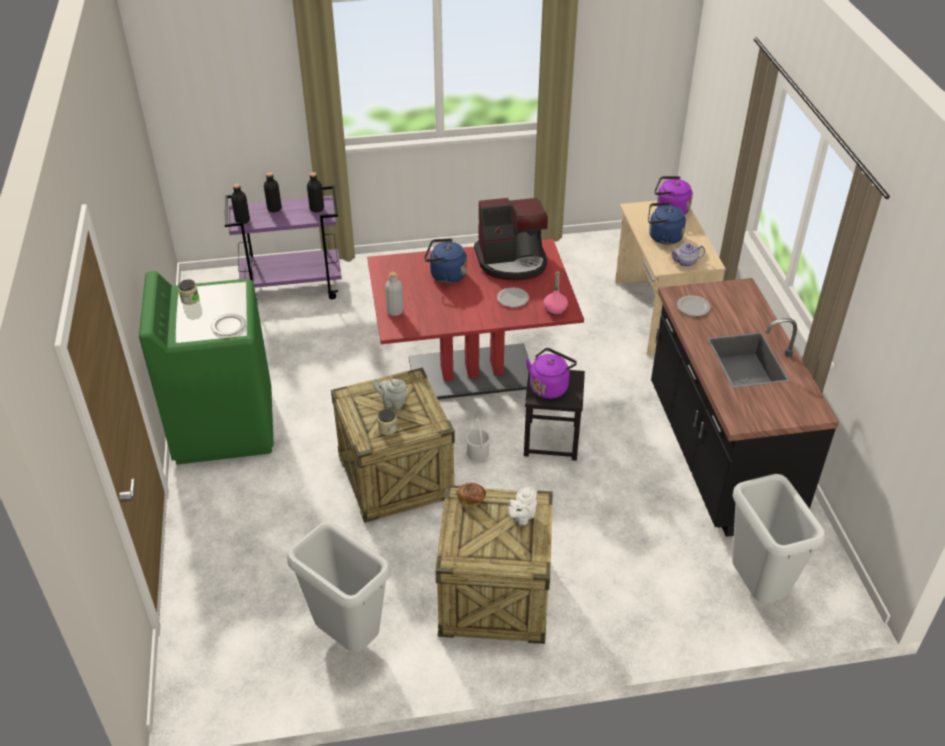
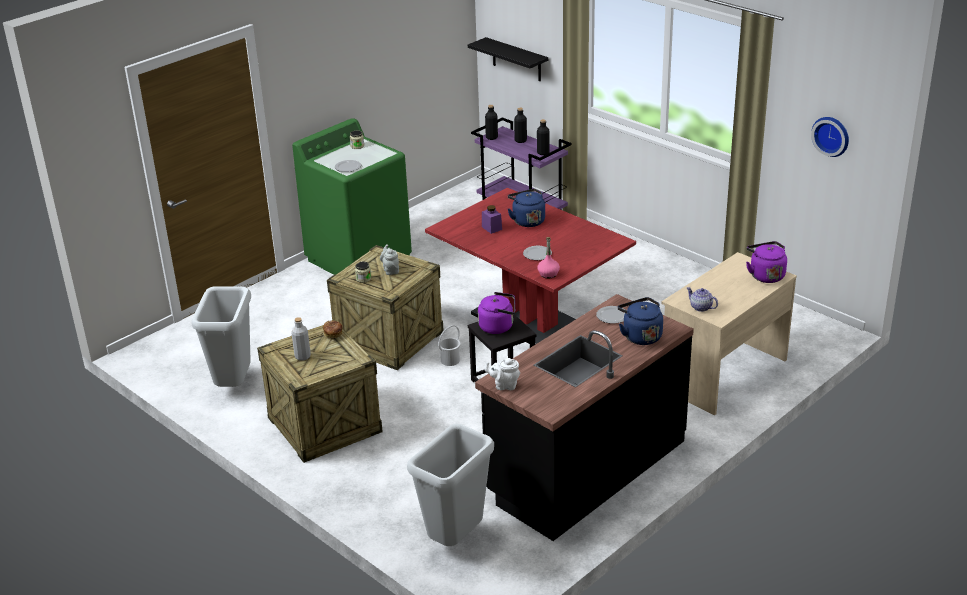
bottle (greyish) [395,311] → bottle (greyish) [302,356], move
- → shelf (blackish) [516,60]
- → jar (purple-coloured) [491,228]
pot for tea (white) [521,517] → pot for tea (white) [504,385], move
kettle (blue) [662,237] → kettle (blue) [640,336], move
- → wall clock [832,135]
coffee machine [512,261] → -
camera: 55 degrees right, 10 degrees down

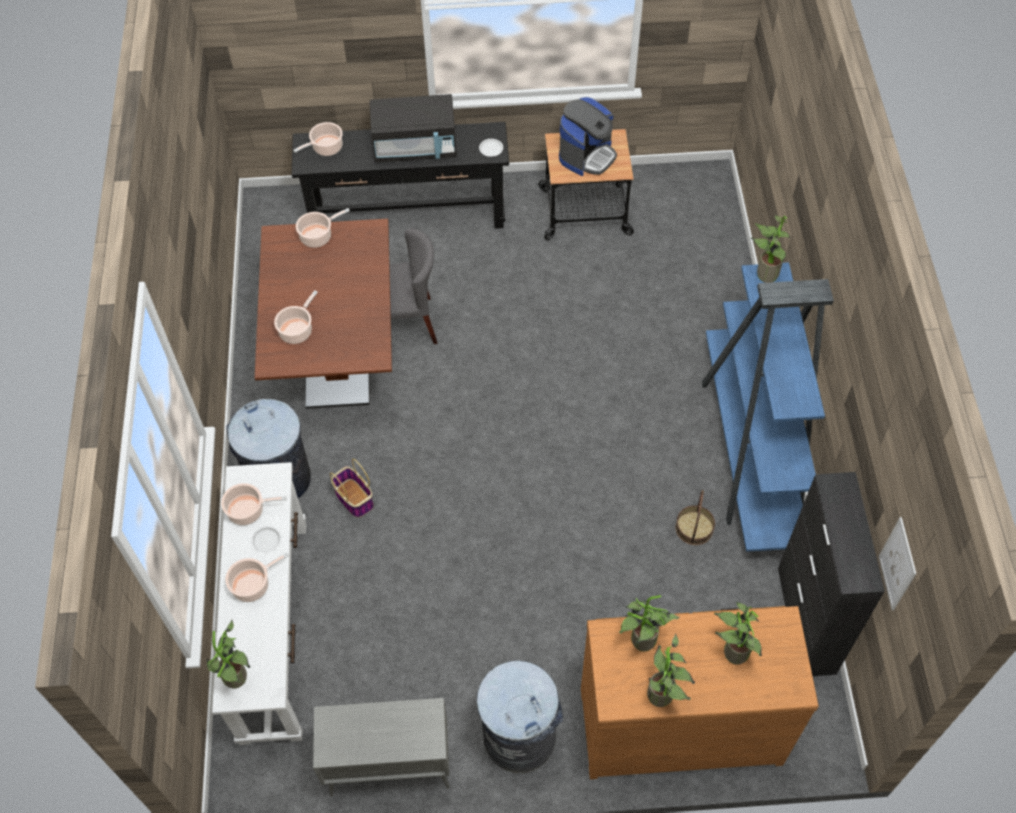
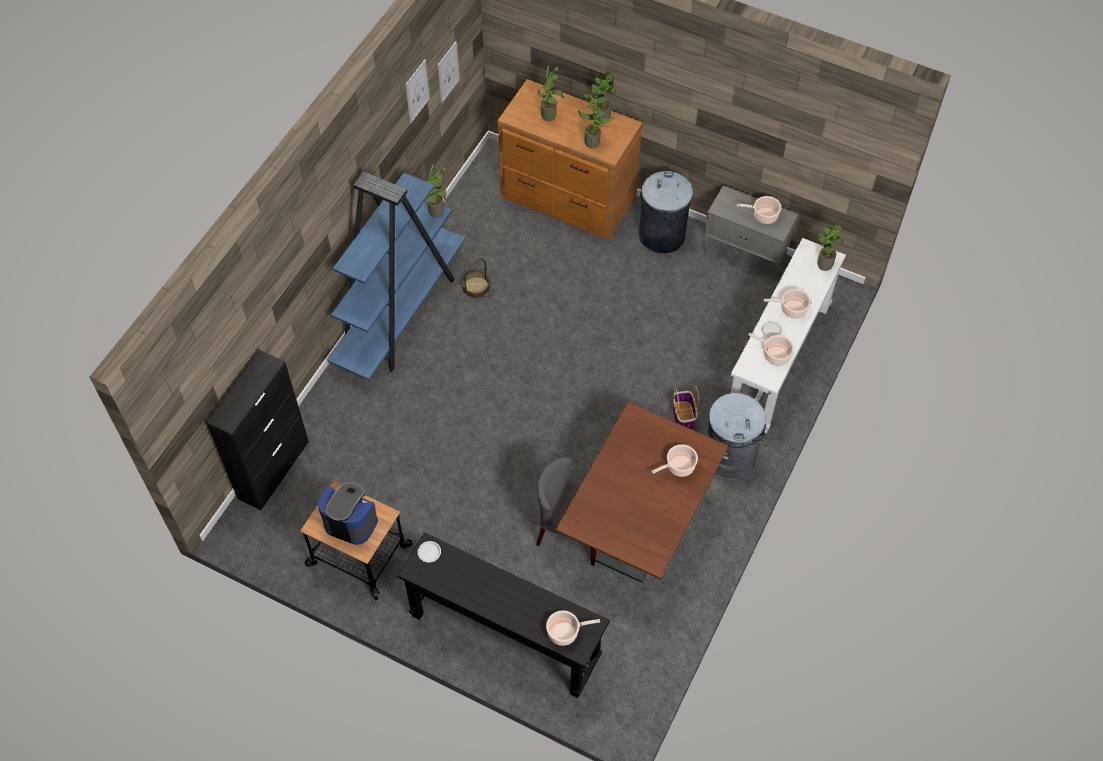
cupboard (blackish) [806,621] → cupboard (blackish) [274,469], move
coffee machine [587,155] → coffee machine [351,521], 45 degrees clockwise
- → picture [417,91]
houseplant [764,274] → houseplant [437,213], move
stockpot [318,236] → stockpot [763,215], move
microwave oven (blackish) [415,147] → -
camera: 150 degrees left, 0 degrees up

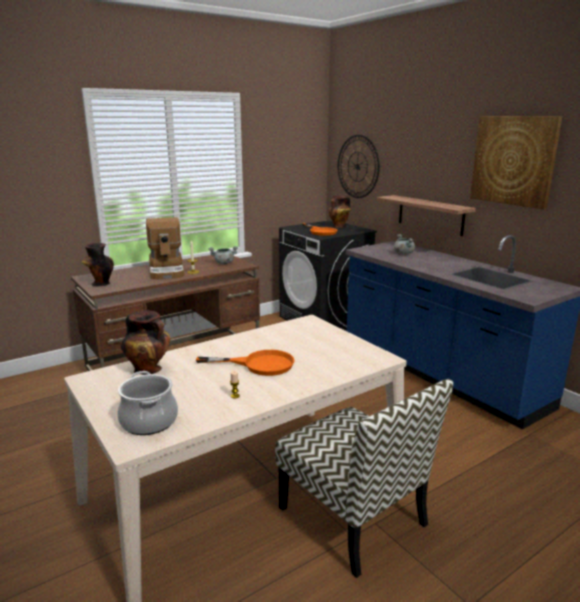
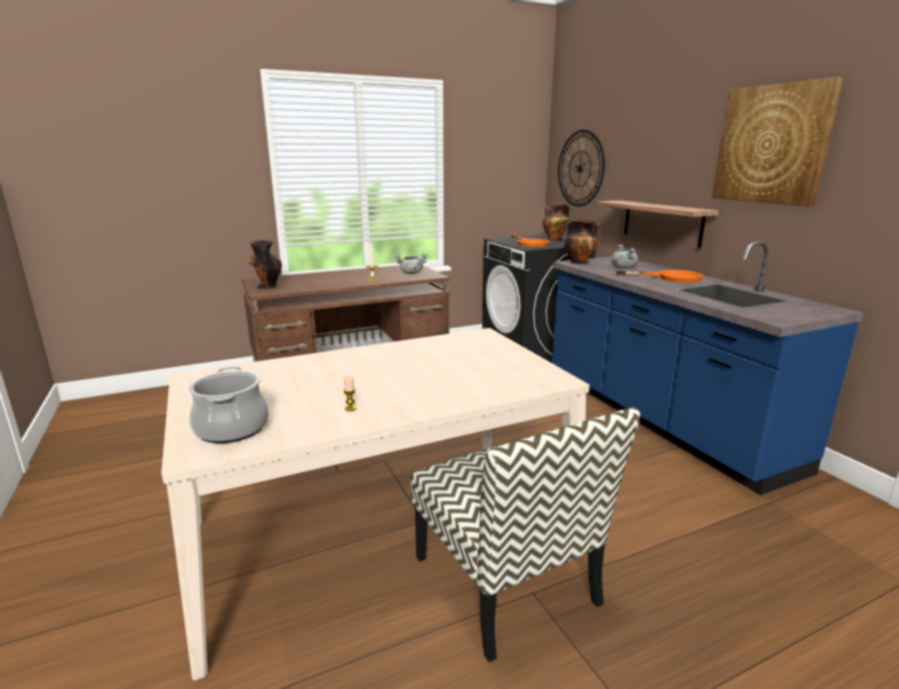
flower vase [149,370] → flower vase [580,263], move
frying pan (orange-coloured) [259,364] → frying pan (orange-coloured) [670,278], move
coffee machine [167,270] → -
camera: 10 degrees right, 0 degrees up

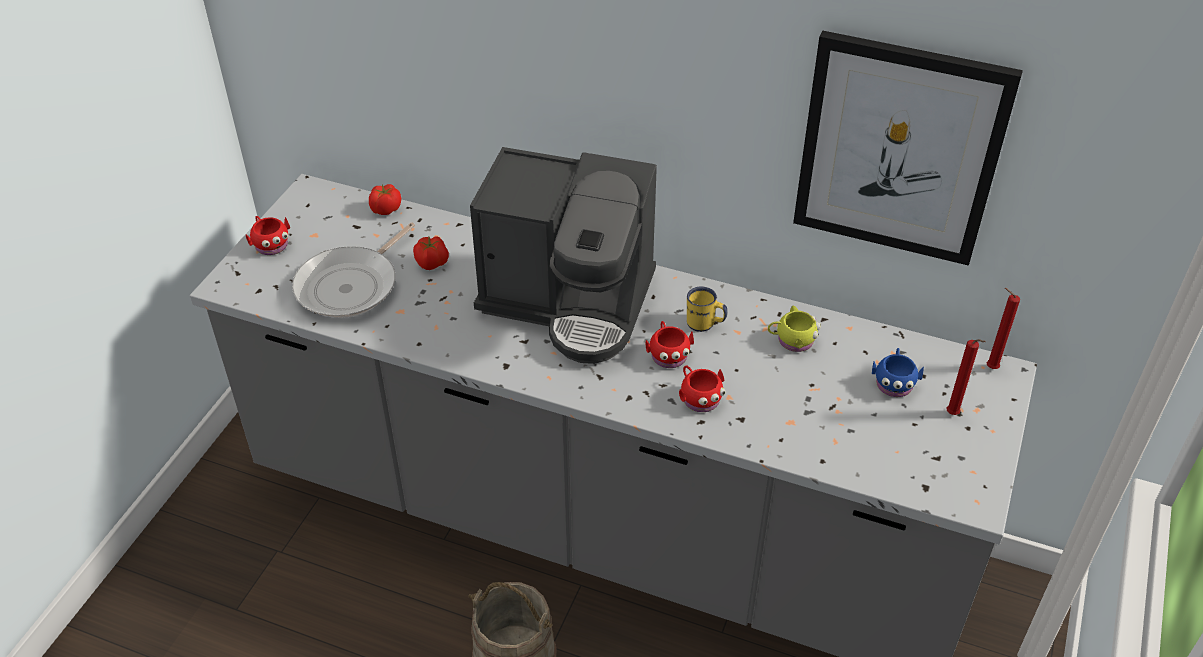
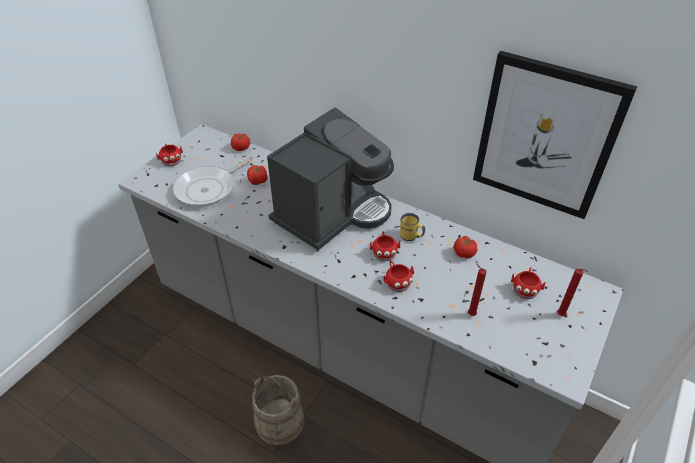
coffee machine [570,302] → coffee machine [332,213], 75 degrees counterclockwise
mug (yellow-coloured) [792,340] → whole tomato [464,253]
wax candle (red-coloured) [989,367] → wax candle (red-coloured) [470,314], move
mug (blue) [894,382] → mug (red-coloured) [525,289]
camera: 10 degrees right, 0 degrees up

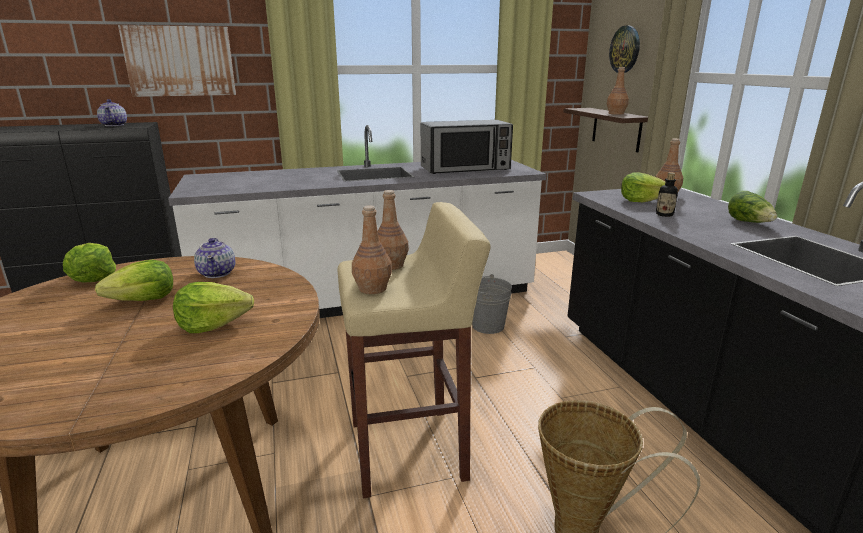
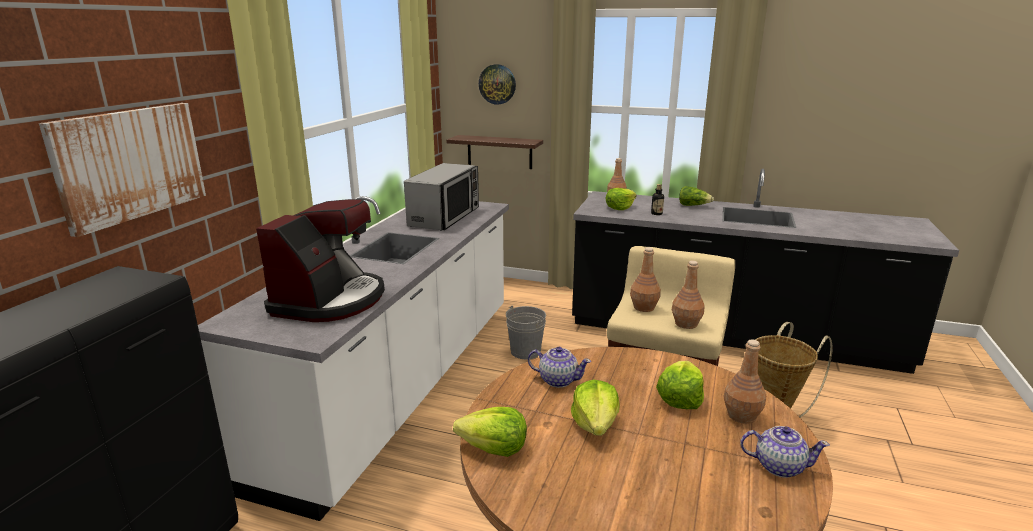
- → coffee machine [330,300]
bottle (brown) [616,113] → bottle (brown) [742,416], move
pot for tea [114,125] → pot for tea [778,466], move
camera: 55 degrees left, 0 degrees up

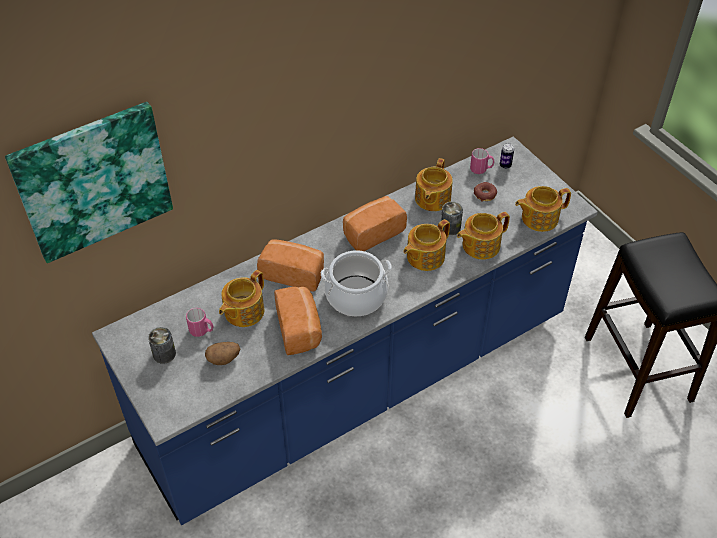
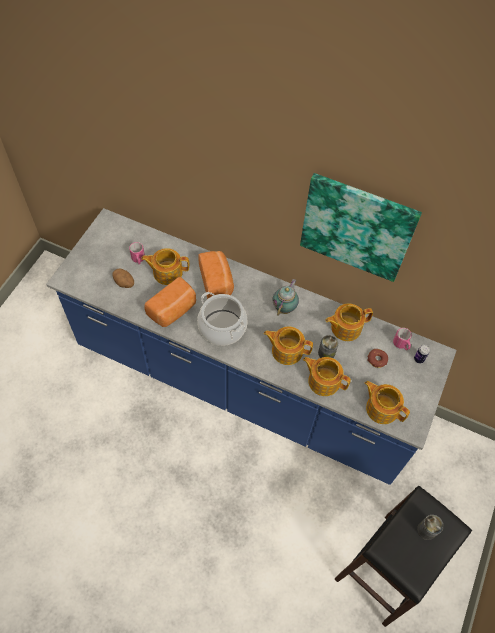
baked bread [372,232] → pot for tea [285,307]
picture [93,181] → picture [357,227], move
can [164,354] → can [426,530], move
camera: 55 degrees right, 10 degrees up

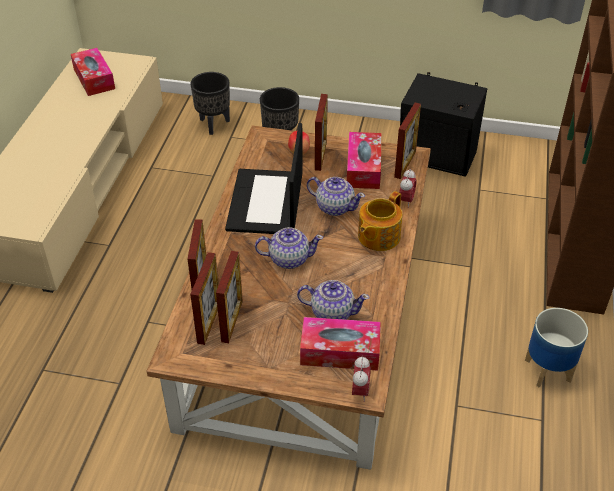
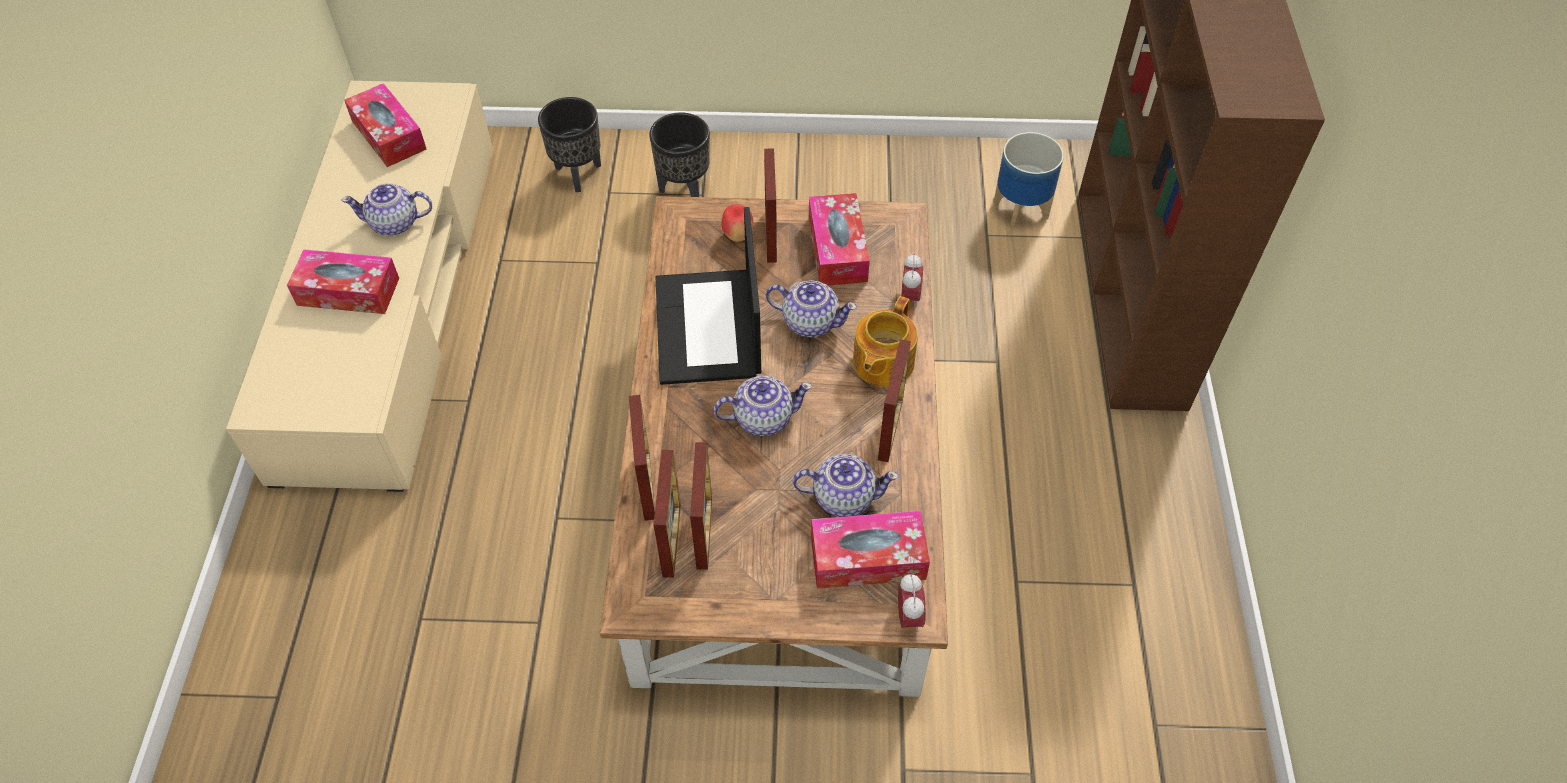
- → tissue box [348,291]
- → pot for tea [395,223]
picture frame [405,164] → picture frame [890,429], move
plant pot [548,370] → plant pot [1021,209], move
speaker (blackish) [438,159] → -
camera: 10 degrees left, 10 degrees up

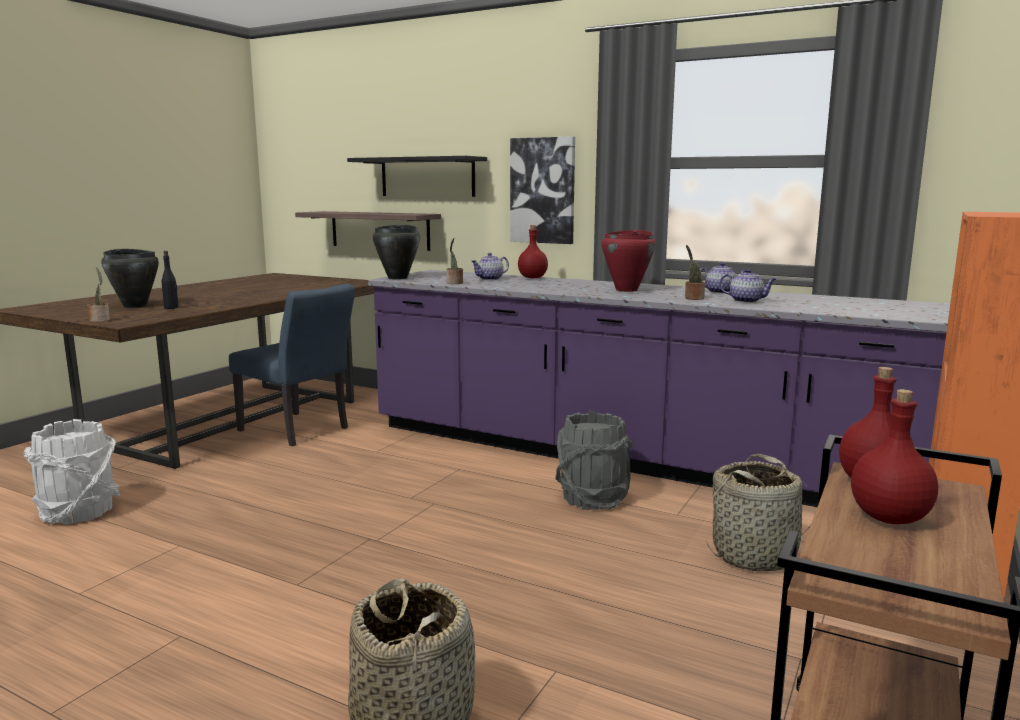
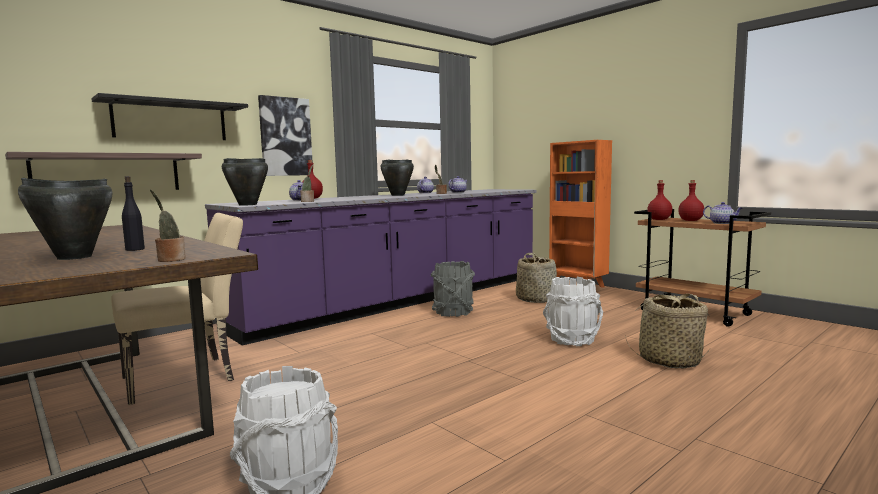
upright chair (blue) [299,431] → upright chair (beige) [188,377]
stockpot (red-coloured) [627,290] → stockpot (blackish) [398,195]
- → water bucket (white) [572,339]
- → pot for tea [722,223]
camera: 70 degrees left, 5 degrees down

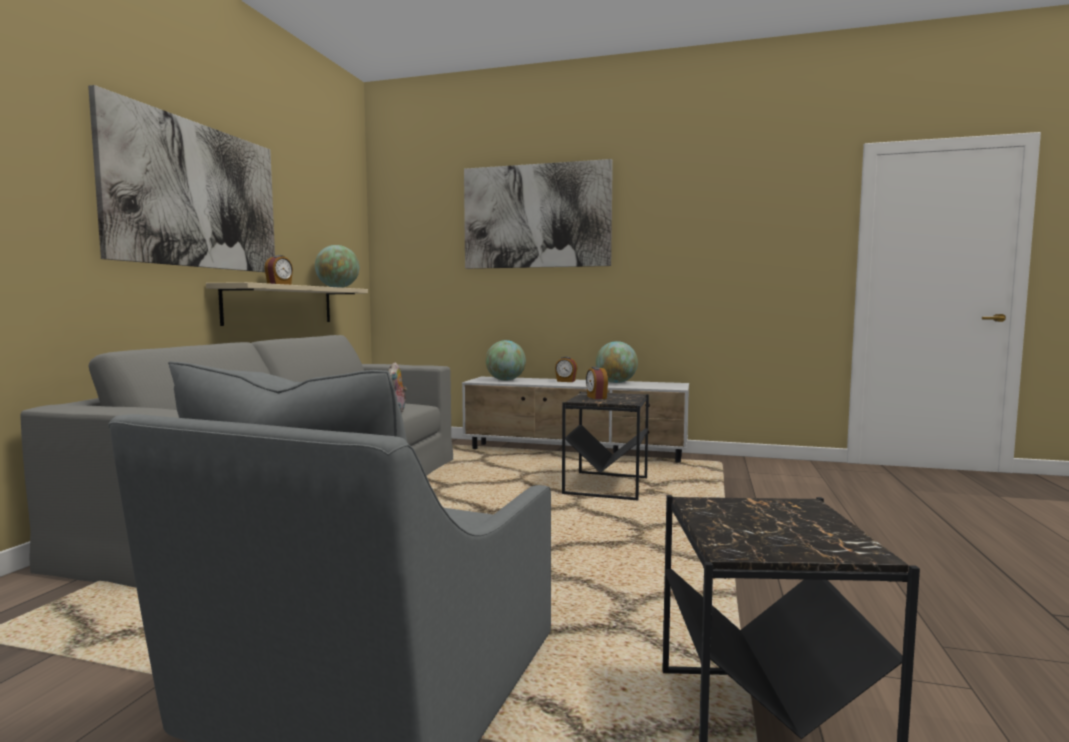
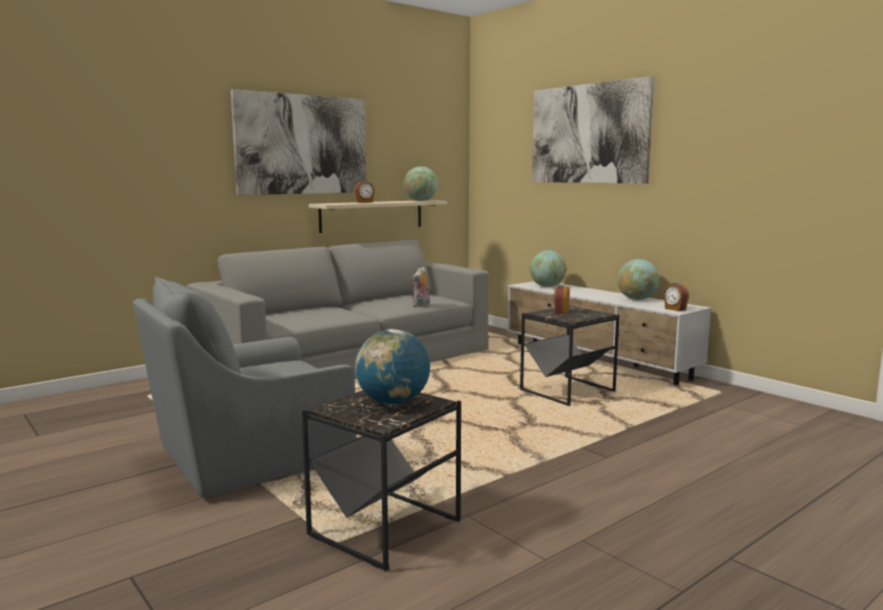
- → world globe [393,403]
bedside clock [565,381] → bedside clock [675,309], move
camera: 35 degrees right, 5 degrees up

